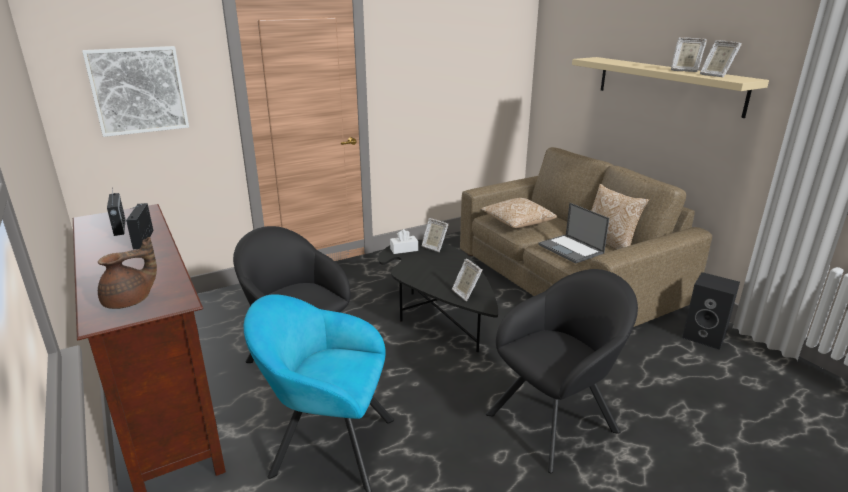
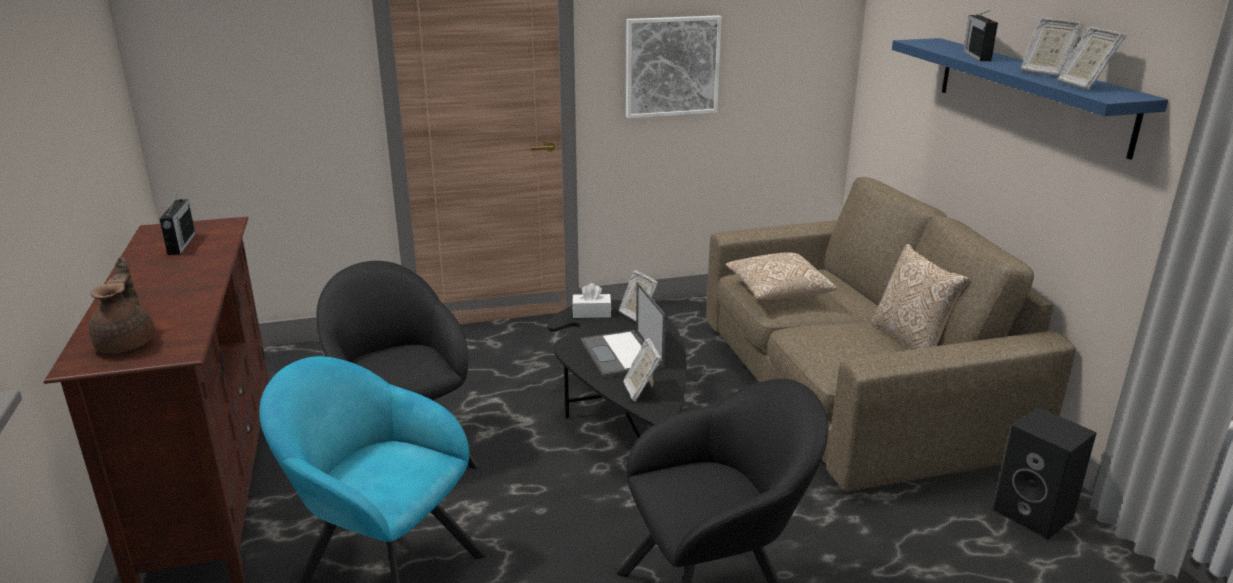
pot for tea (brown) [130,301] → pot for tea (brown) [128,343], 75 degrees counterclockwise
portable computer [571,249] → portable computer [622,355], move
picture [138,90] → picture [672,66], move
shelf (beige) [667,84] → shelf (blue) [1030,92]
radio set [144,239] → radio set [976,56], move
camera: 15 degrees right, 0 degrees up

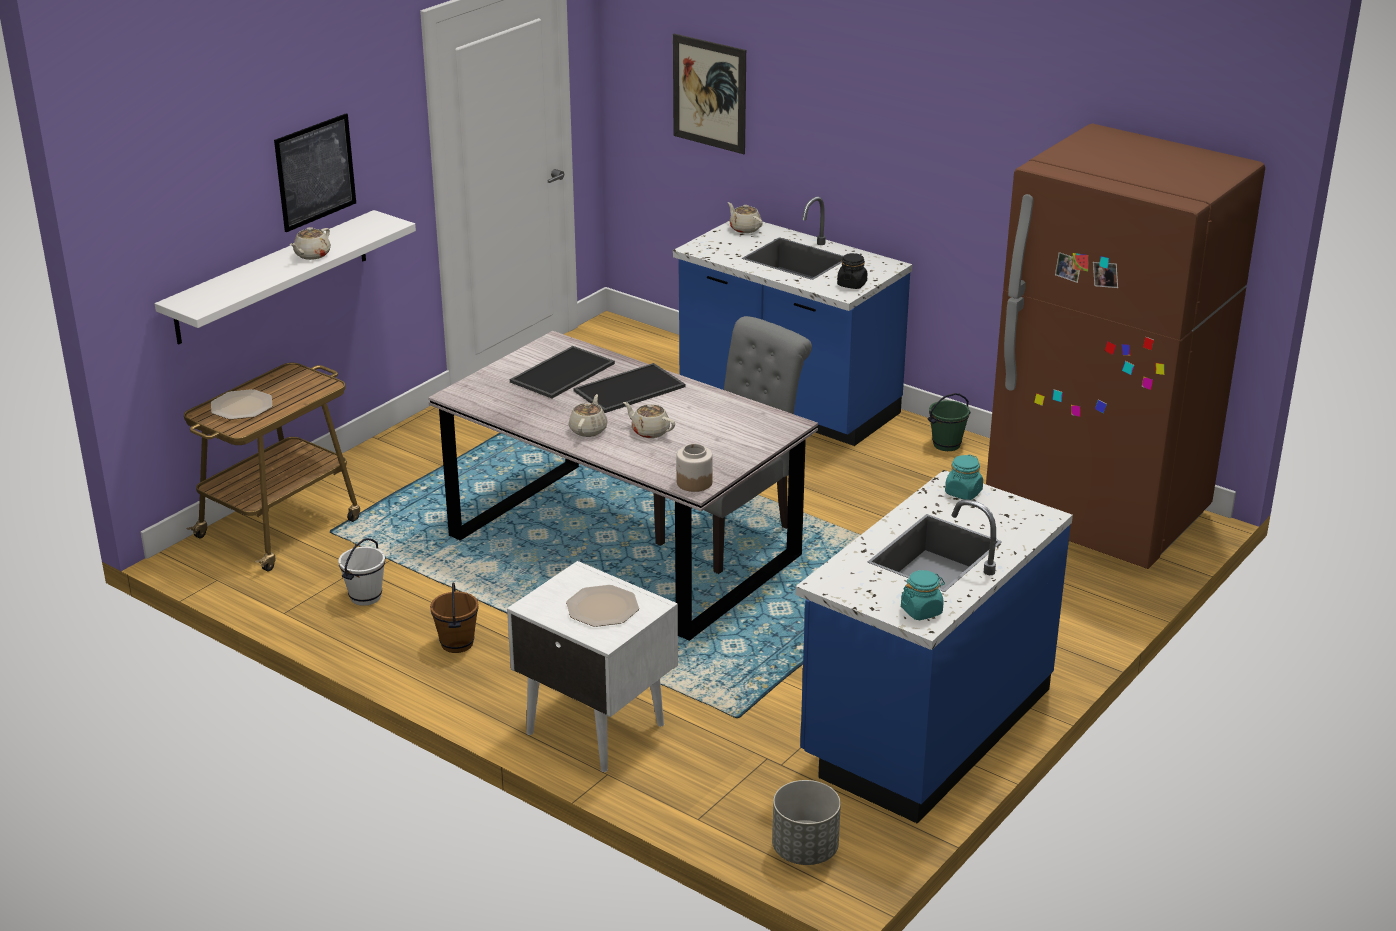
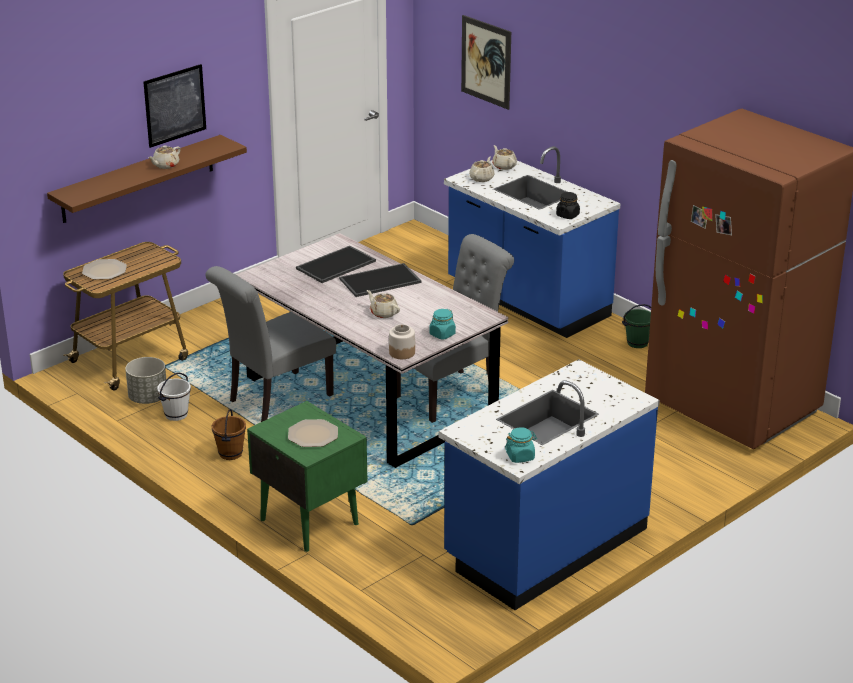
shelf (white) [272,277] → shelf (brown) [138,179]
plant pot (greyish) [805,850] → plant pot (greyish) [148,398], move
- → upright chair (greyish) [275,400]
nightstand (white) [594,727] → nightstand (greenish) [309,520]
jar (turquoise-coloured) [963,493] → jar (turquoise-coloured) [442,334], move
pot for tea (beige) [588,430] → pot for tea (beige) [482,178], move
camera: 10 degrees right, 0 degrees up

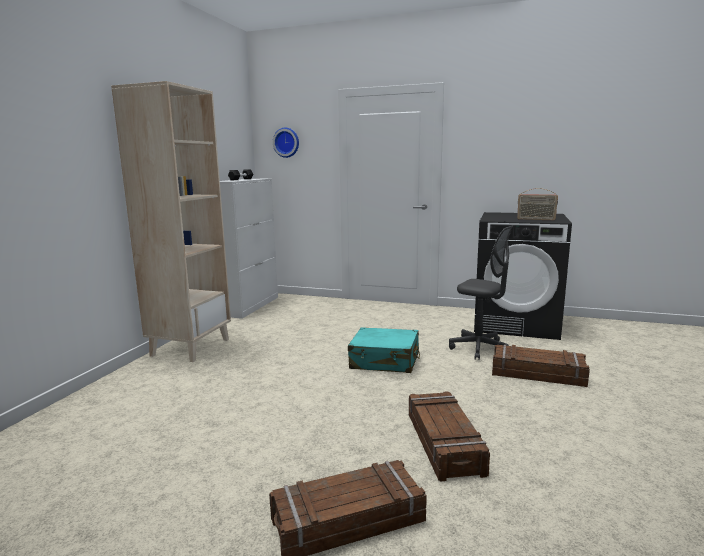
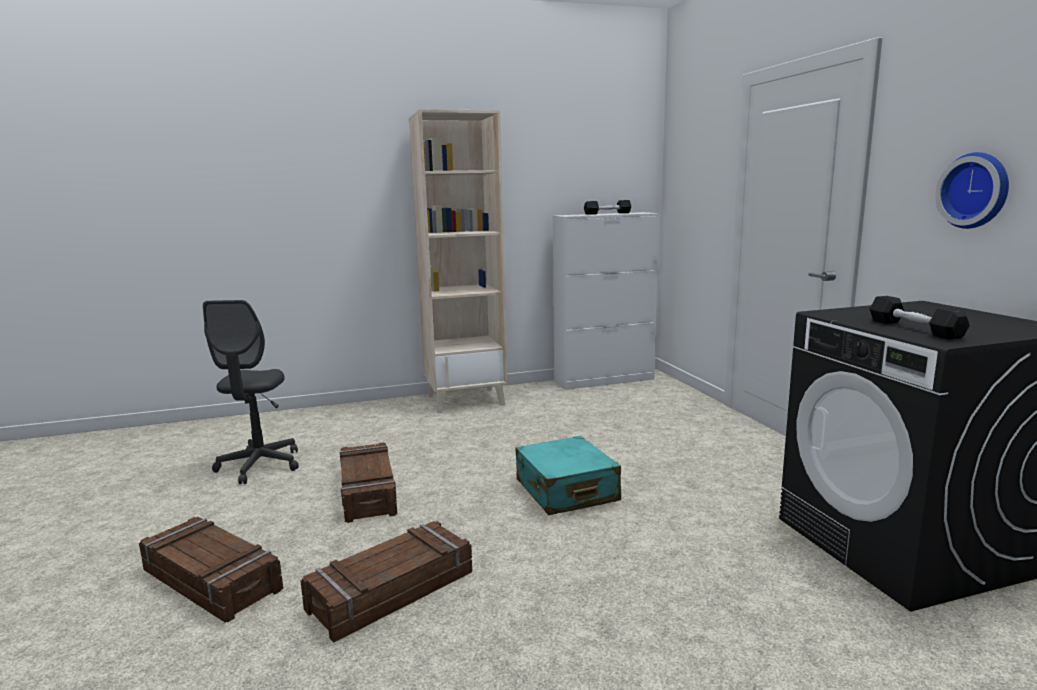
desk chair (greyish) [479,348] → desk chair (greyish) [260,466], move
packing crate [537,373] → packing crate [369,491], move
radio set [536,219] → free weight (blackish) [914,329]
wall clock [286,142] → wall clock [976,190], move
camera: 55 degrees right, 0 degrees up

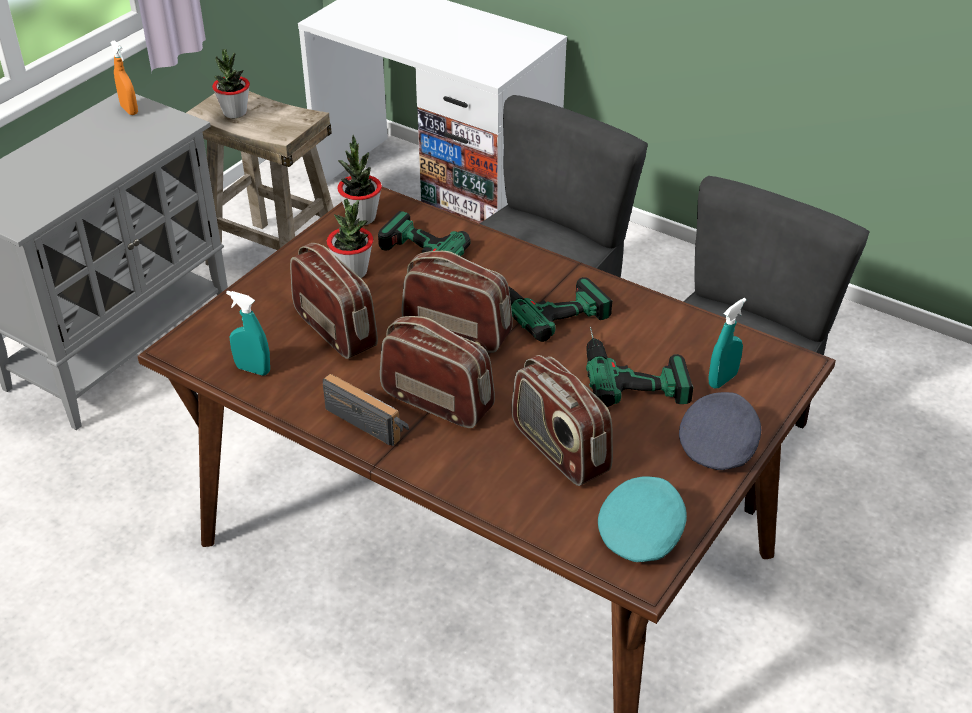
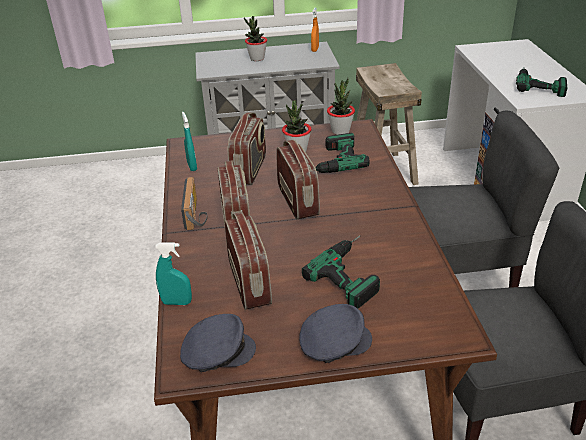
spray bottle (turquoise-coloured) [722,380] → spray bottle (turquoise-coloured) [177,302], move
baseball cap (turquoise-coloured) [641,532] → baseball cap (greyish) [217,352]
radio set [559,449] → radio set [250,283], 150 degrees clockwise
houseplant [235,113] → houseplant [257,58], move
electric drill [545,303] → electric drill [539,84], move
camera: 50 degrees right, 5 degrees down

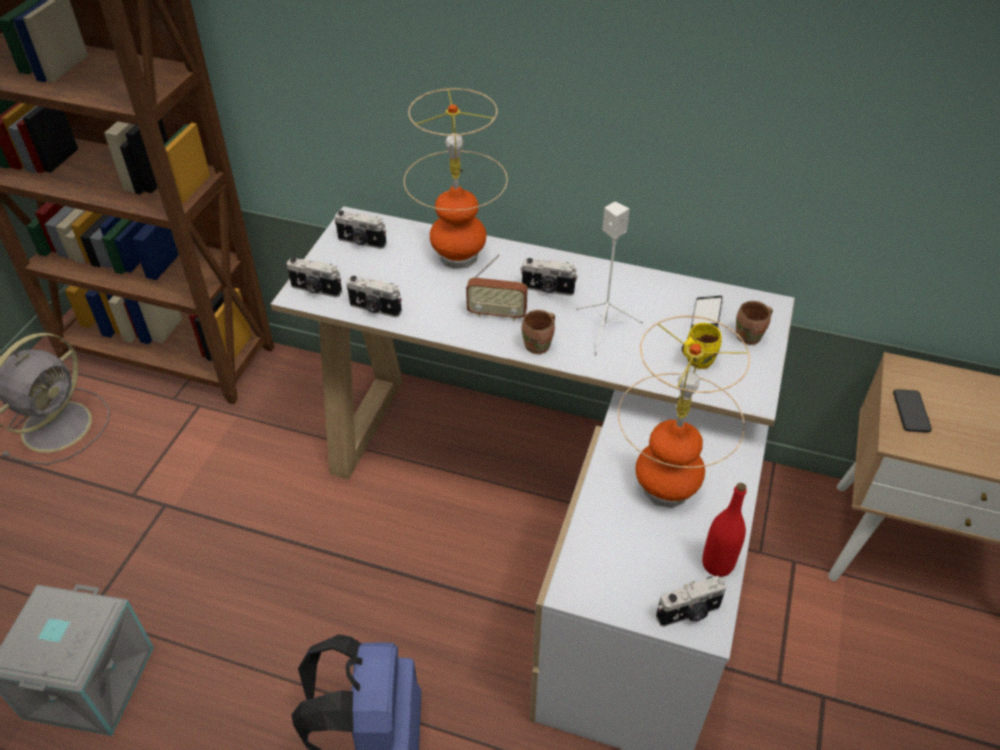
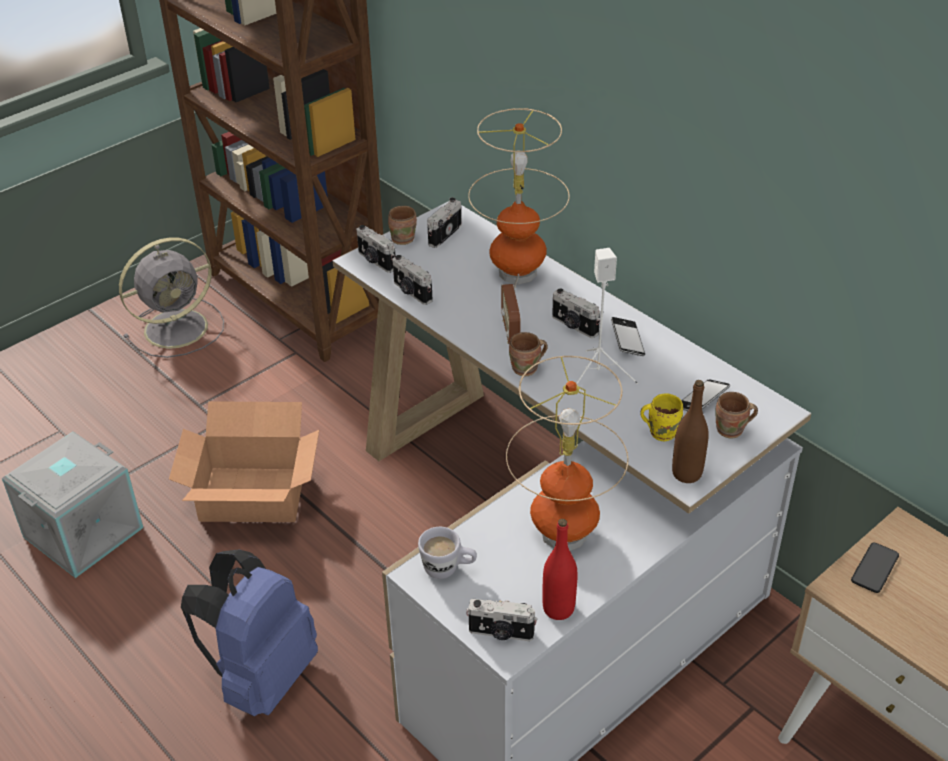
- → cardboard box [251,493]
- → mug (brown) [403,238]
- → mug (white) [448,569]
photo camera [361,242] → photo camera [443,234], 75 degrees clockwise
radio set [497,314] → radio set [511,331], 45 degrees clockwise
- → phone [627,340]
- → bottle (brown) [686,473]
camera: 30 degrees right, 5 degrees down

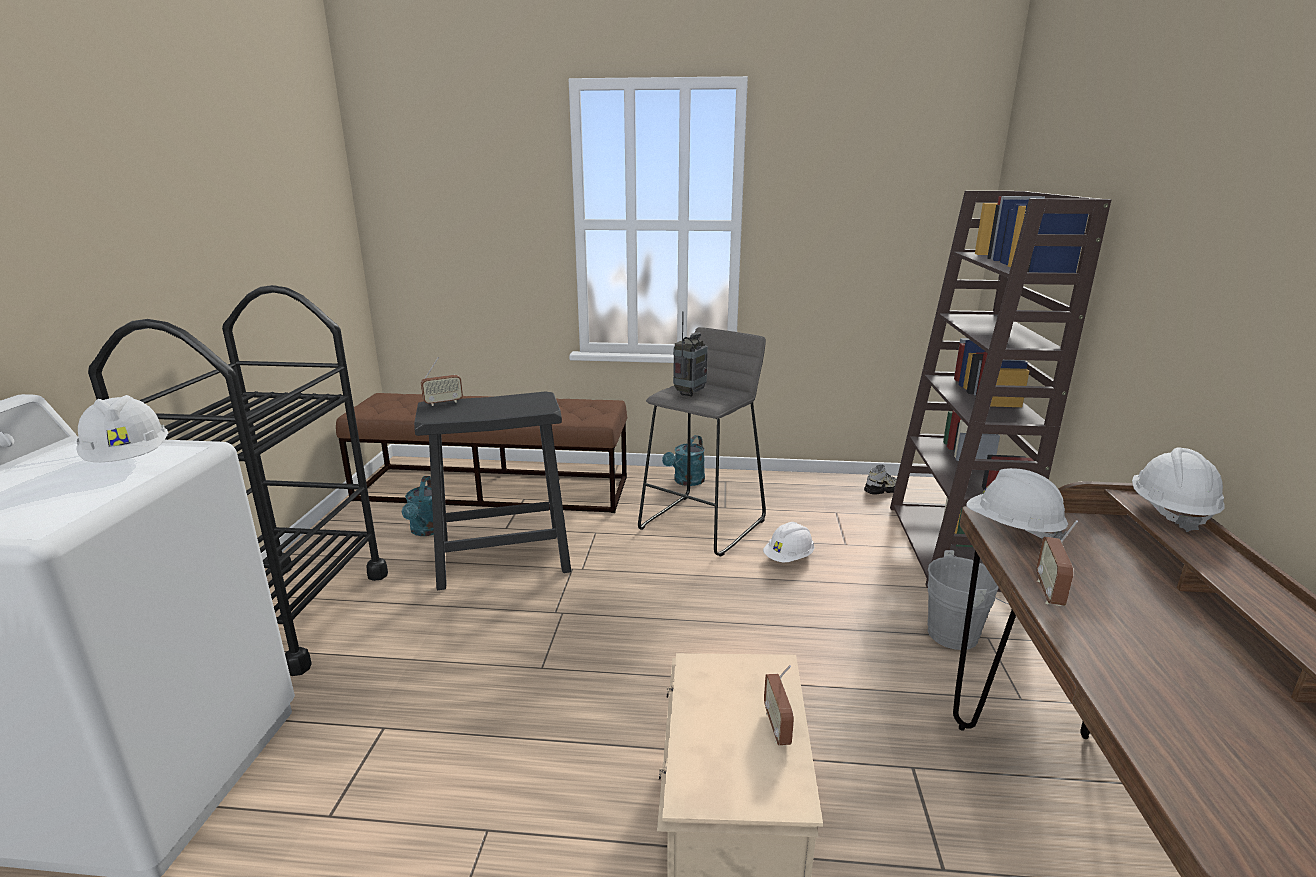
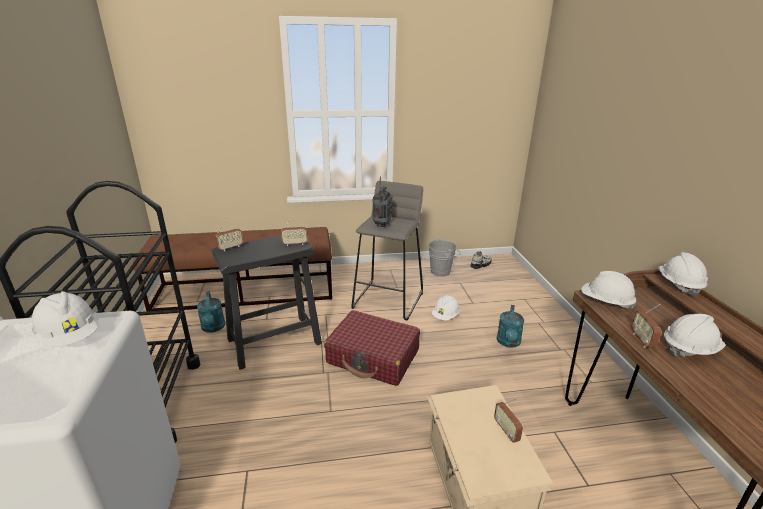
- → radio set [295,244]
- → travel case (red-coloured) [373,357]
water bucket (greyish) [958,634] → water bucket (greyish) [442,271], move
watering can (turquoise-coloured) [686,482] → watering can (turquoise-coloured) [508,343], move
- → work helmet (white) [689,349]
bookcase (brown) [951,546] → -
camera: 15 degrees left, 5 degrees up

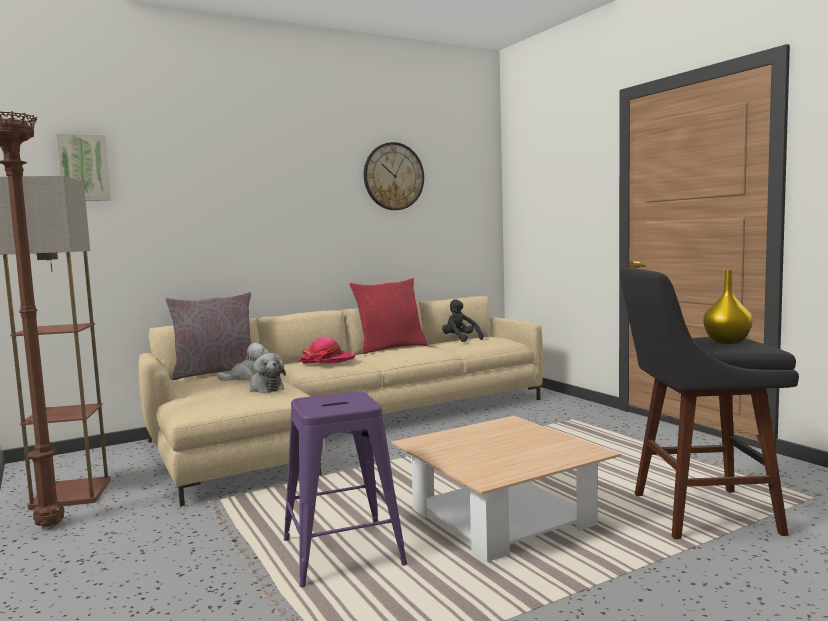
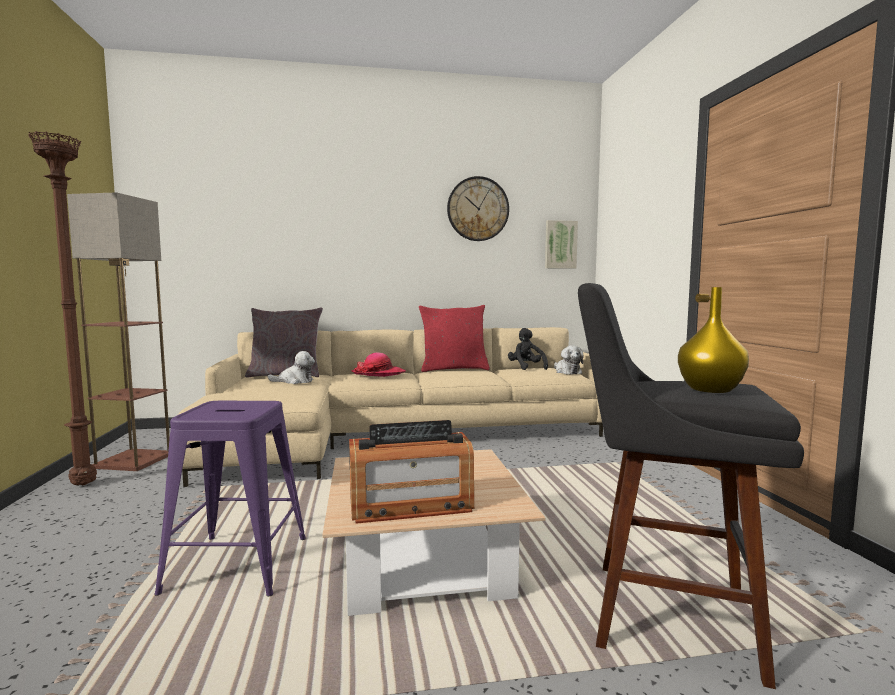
- → radio set [411,505]
picture [83,168] → picture [560,244], move
cuddly toy [265,388] → cuddly toy [567,372], move
camera: 20 degrees right, 0 degrees up

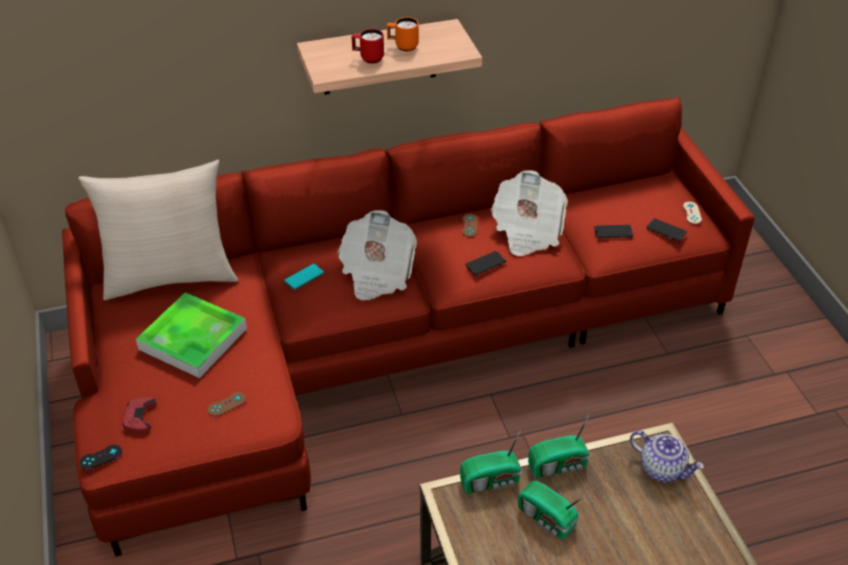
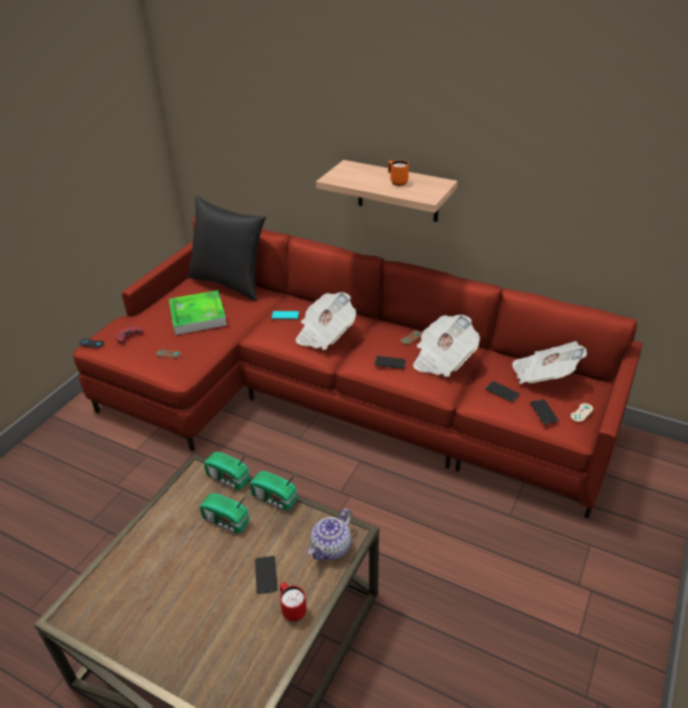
cushion (beige) [170,276] → cushion (blackish) [230,283]
radio set [547,519] → radio set [226,521], 60 degrees counterclockwise
- → phone [266,575]
mug (red-coloured) [368,58] → mug (red-coloured) [292,609], move
pot for tea [662,468] → pot for tea [331,548], 45 degrees clockwise
- → printed paper [543,375]
camera: 45 degrees right, 5 degrees down

